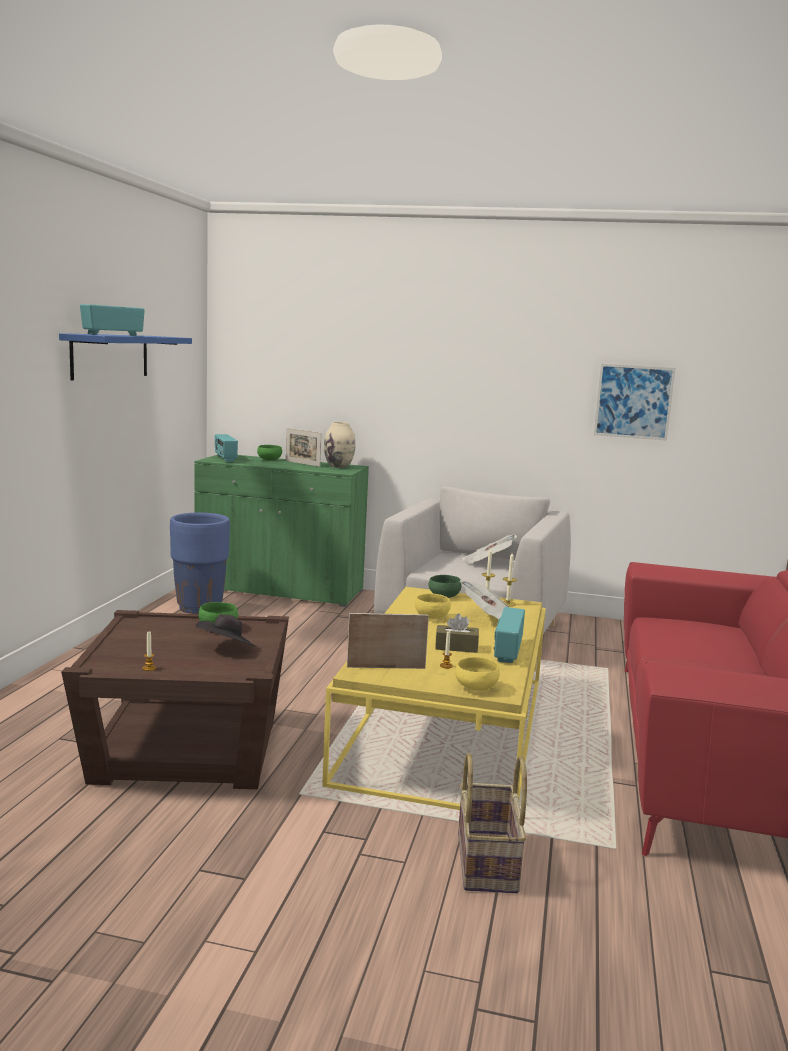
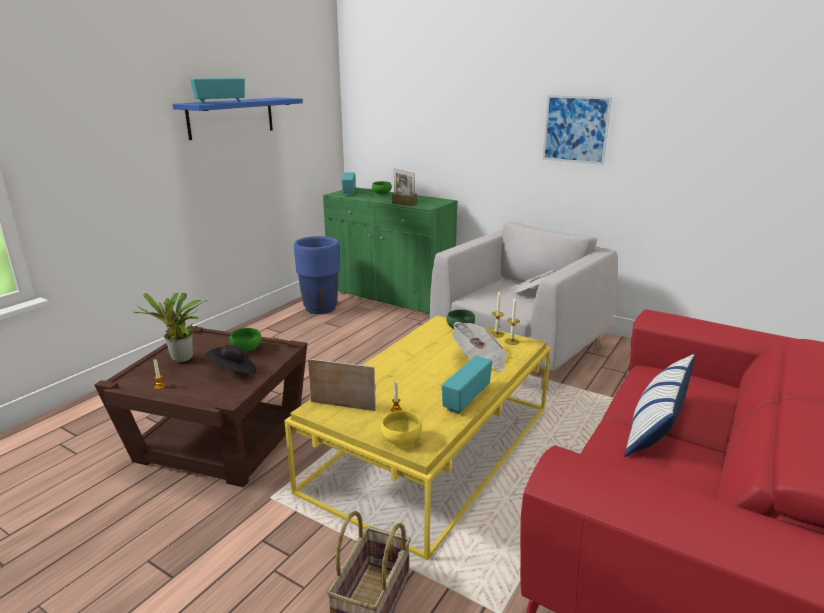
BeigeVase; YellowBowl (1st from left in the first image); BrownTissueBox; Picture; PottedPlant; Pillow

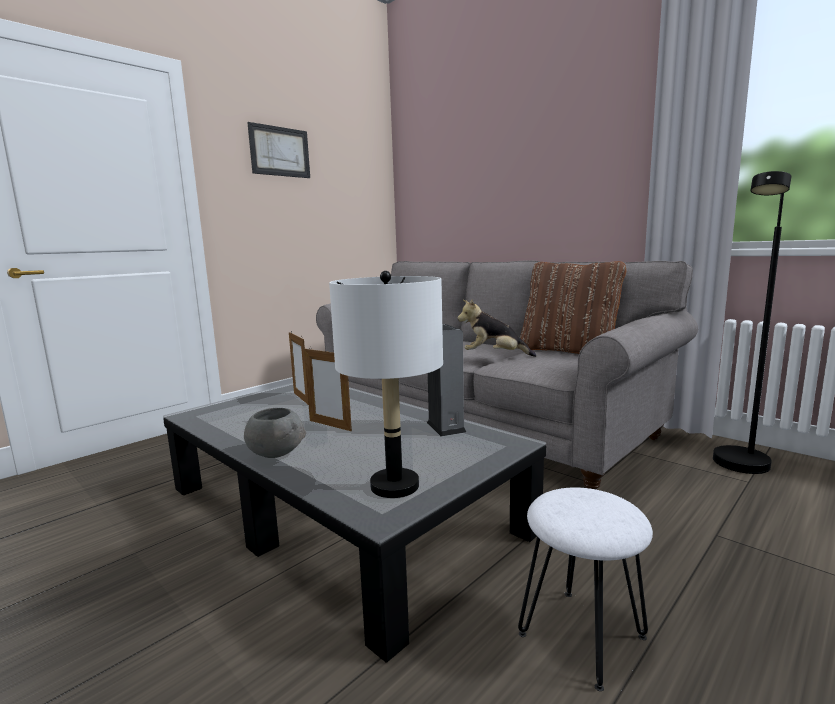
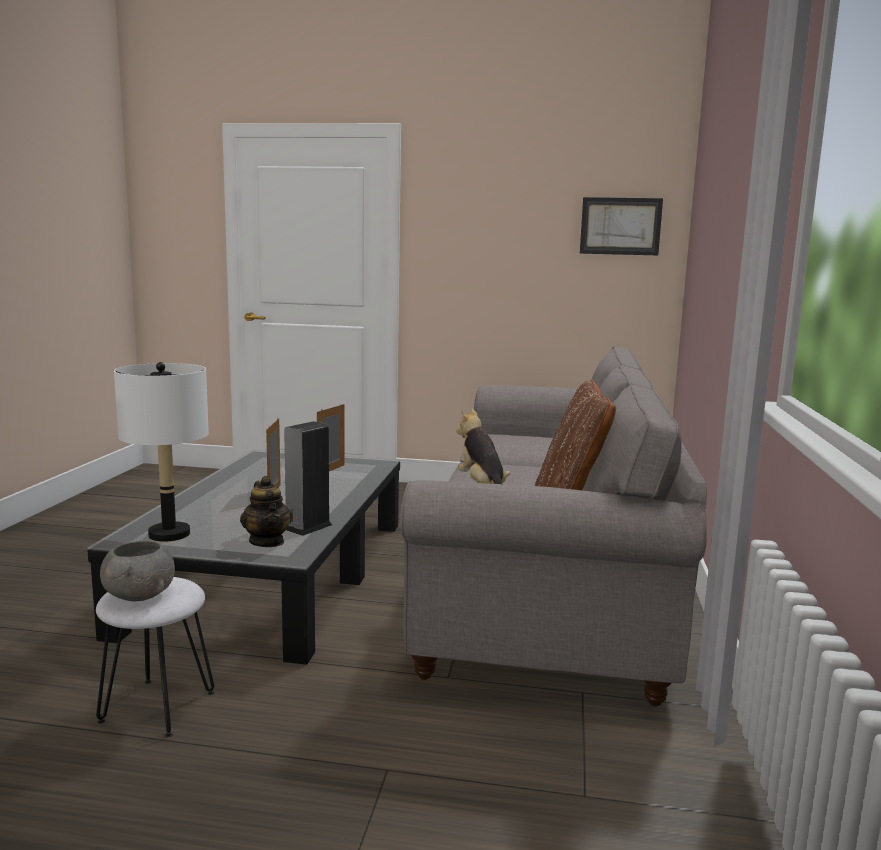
GreyBowl; Picture; BlackFloorLamp; Teapot

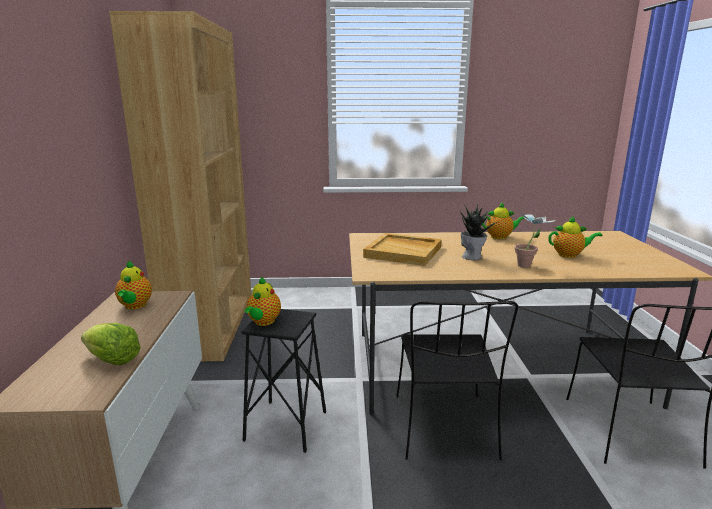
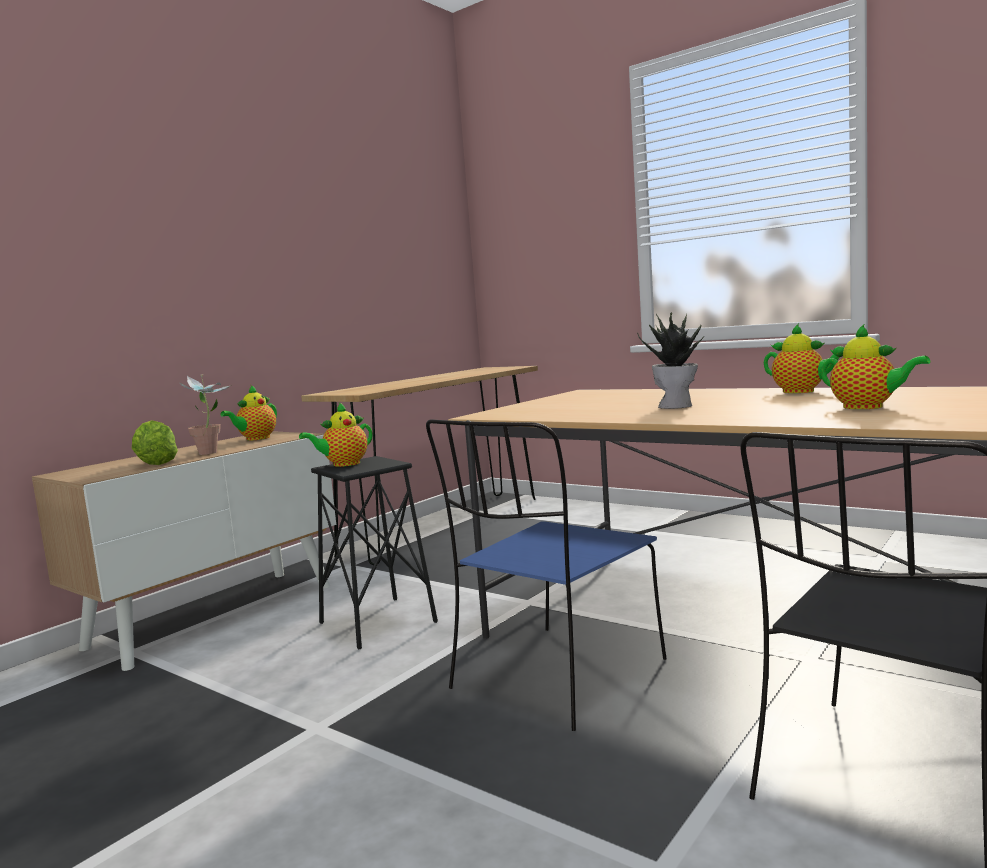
BrownConsoleTable; BeigeTray; BlueChair; PottedPlant (1st from left)

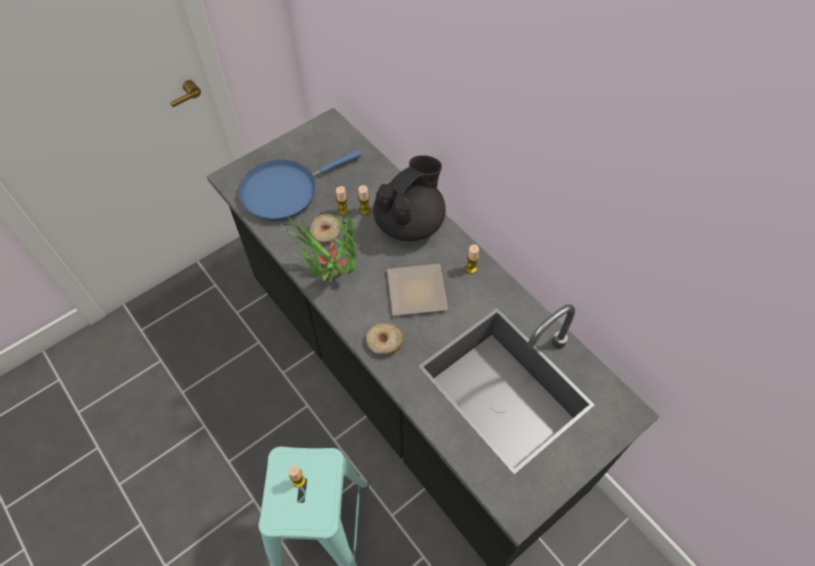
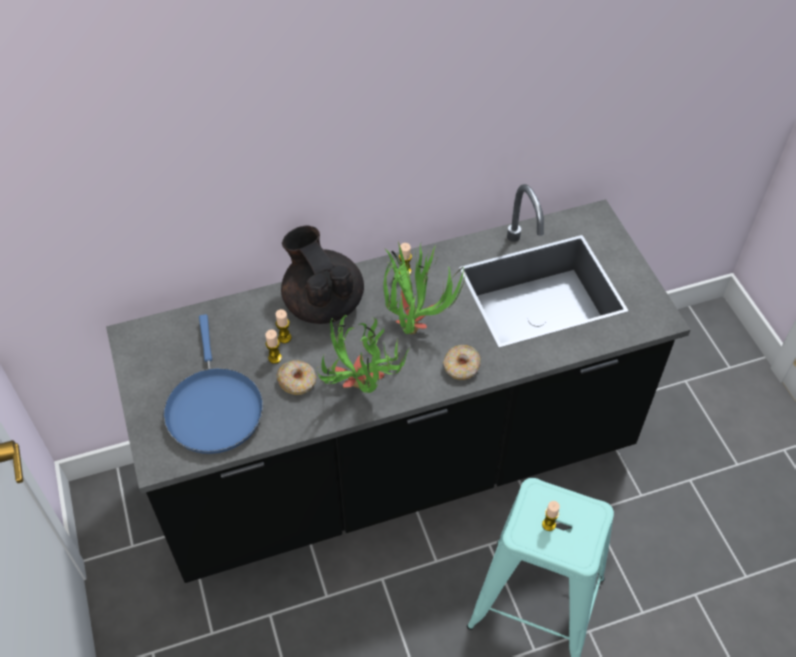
PottedPlant (2nd from left)

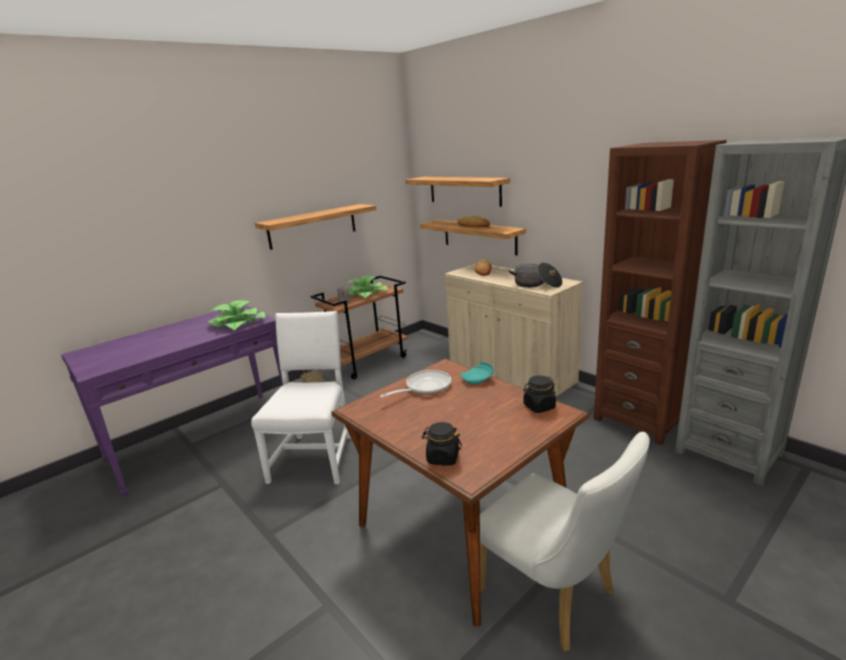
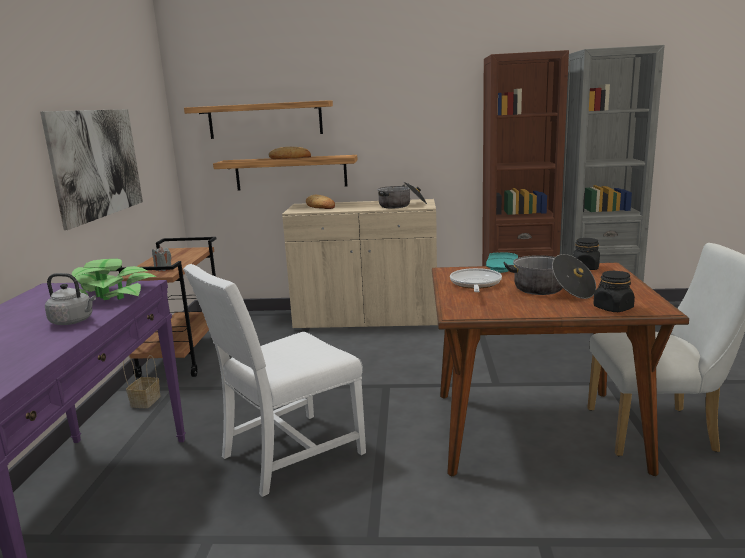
WhiteChair (1st from left); Picture; PottedPlant (2nd from left in the first image); GreyKettle; CookingPot (2nd from left)

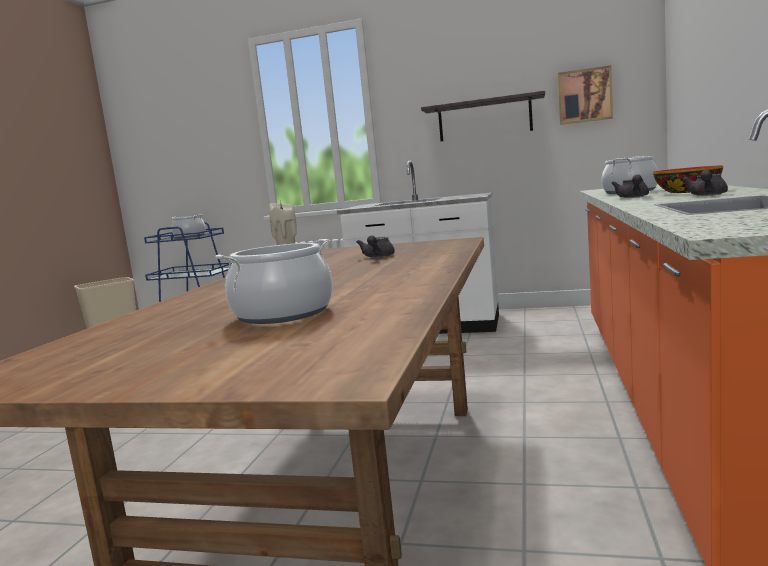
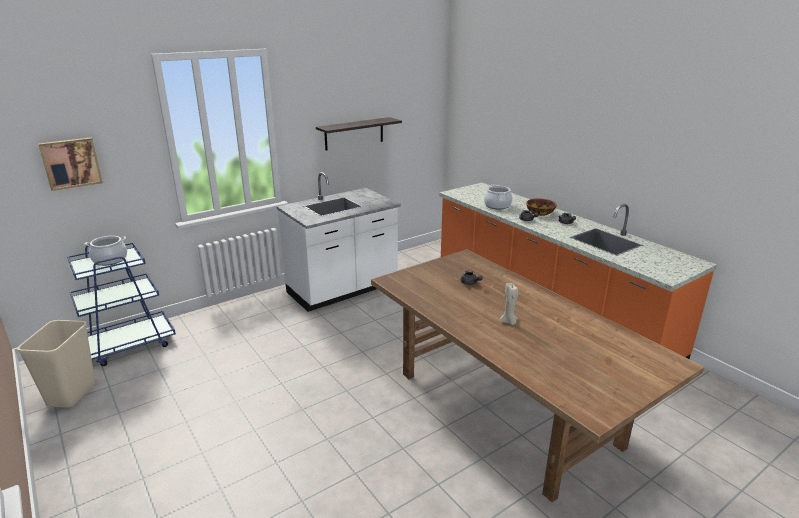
CookingPot (2nd from left in the first image); Picture

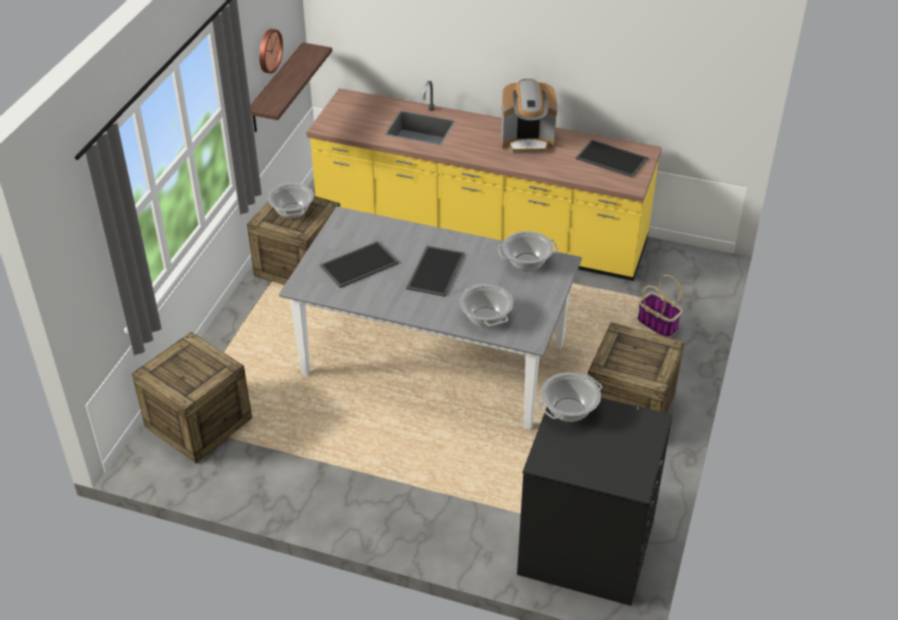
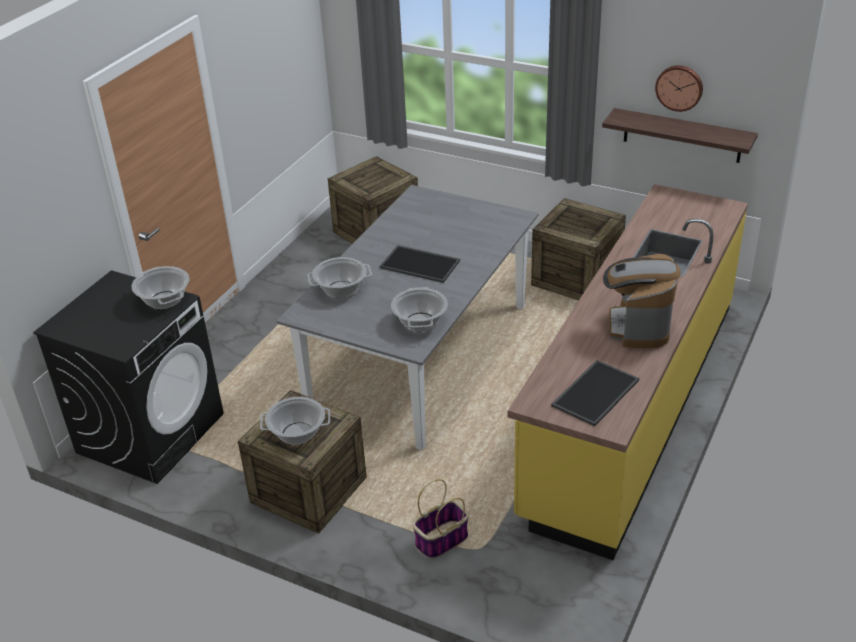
CookingPot (2nd from left); Tray (1st from left in the first image)

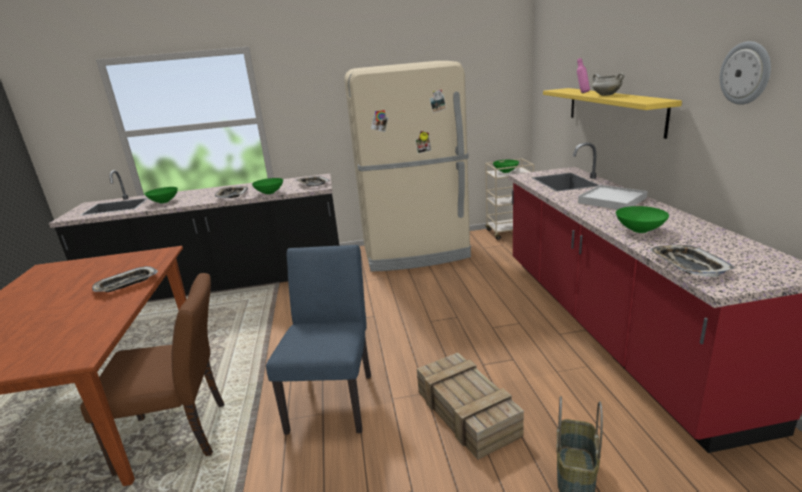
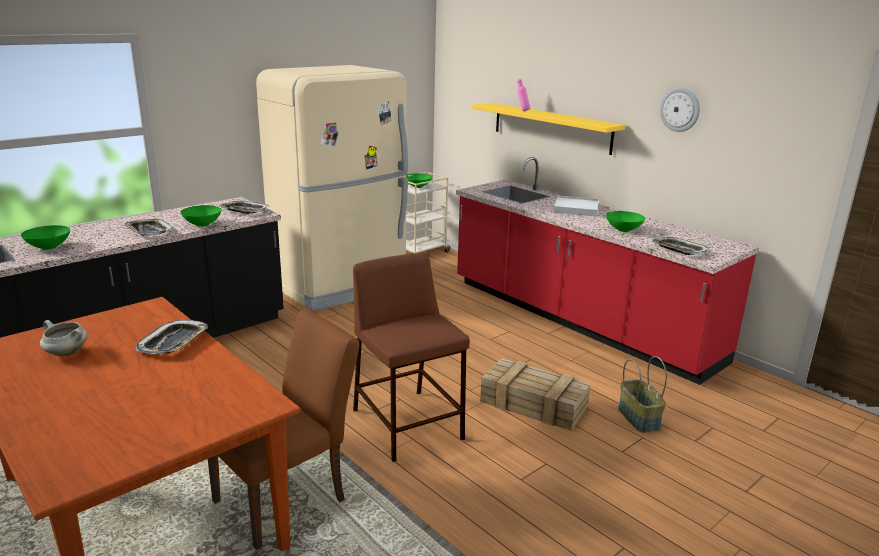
BrownStool; WhiteCookingPot

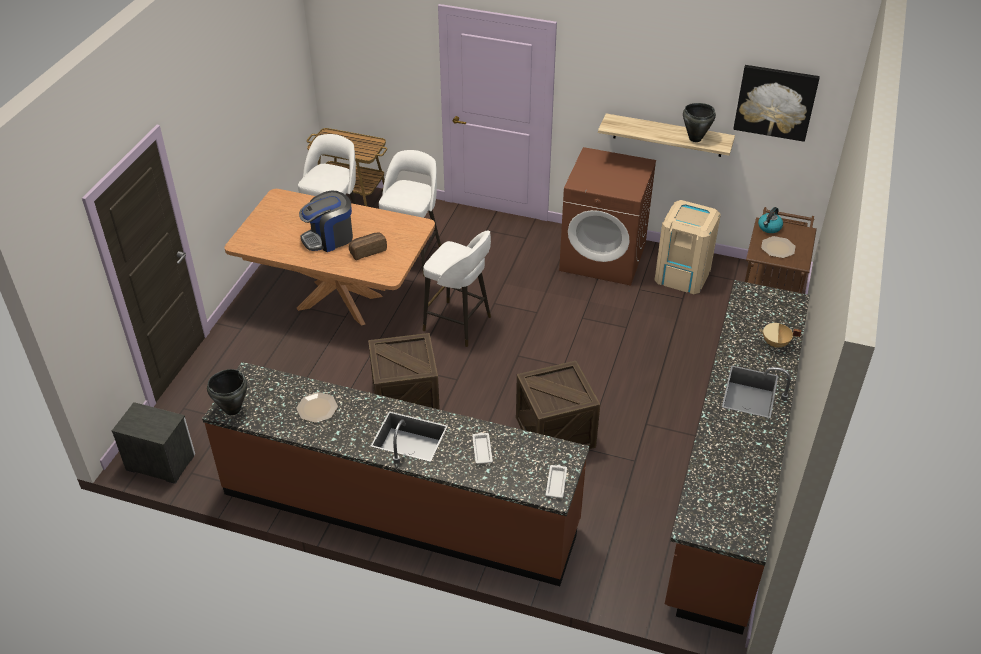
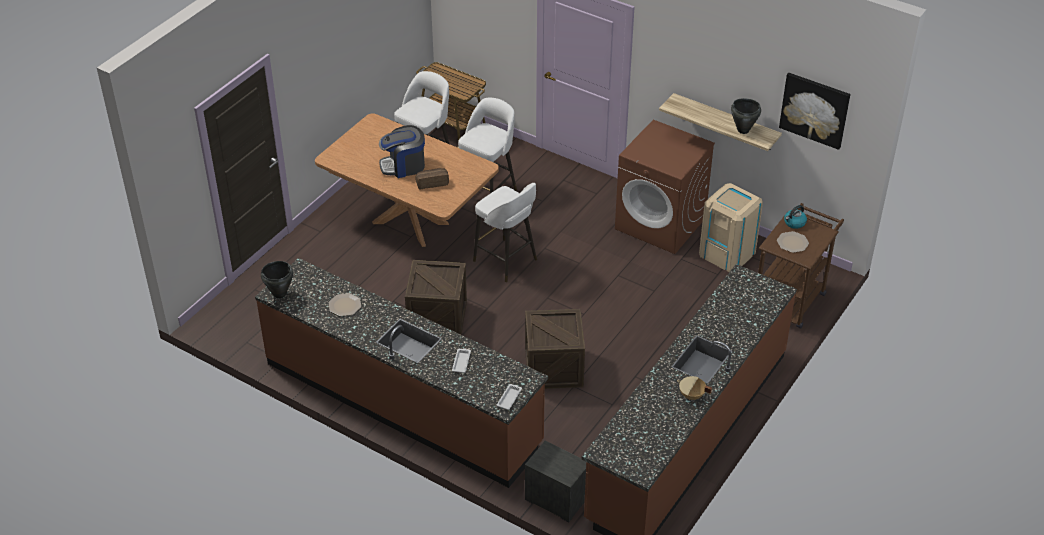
Nightstand; BeigeCookingPot

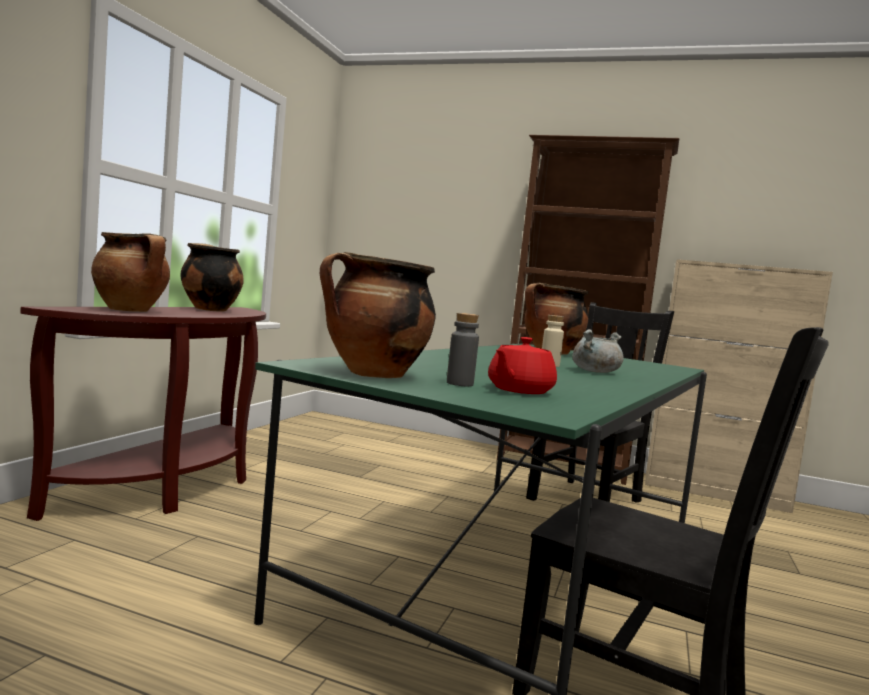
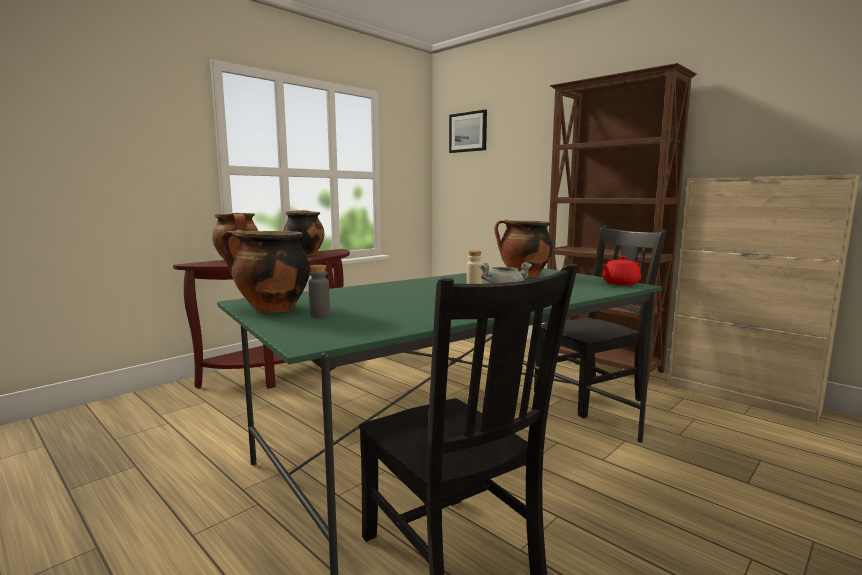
RedTeapot; Picture

